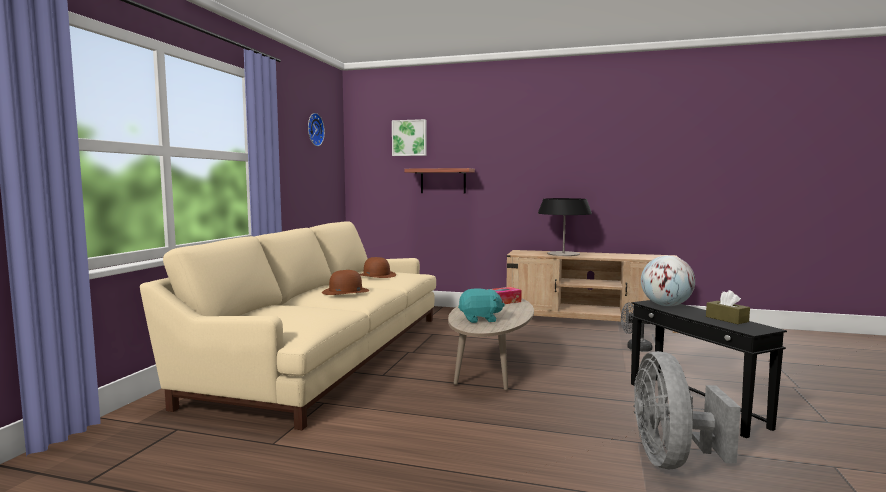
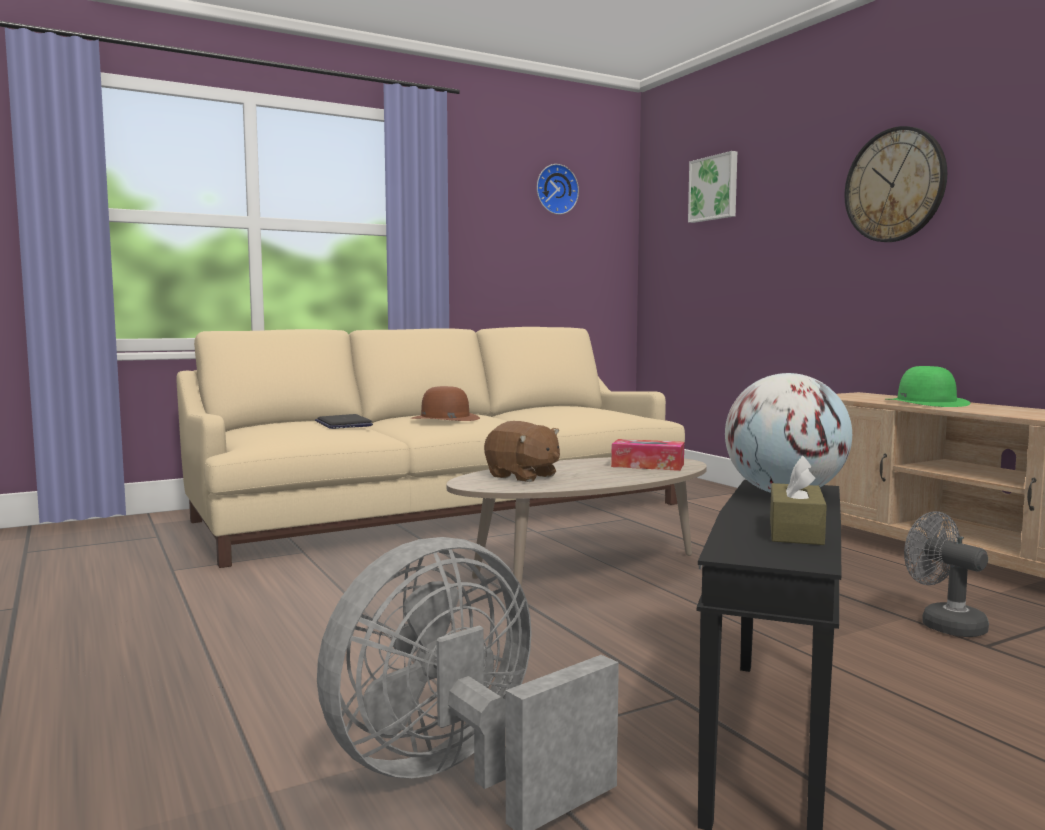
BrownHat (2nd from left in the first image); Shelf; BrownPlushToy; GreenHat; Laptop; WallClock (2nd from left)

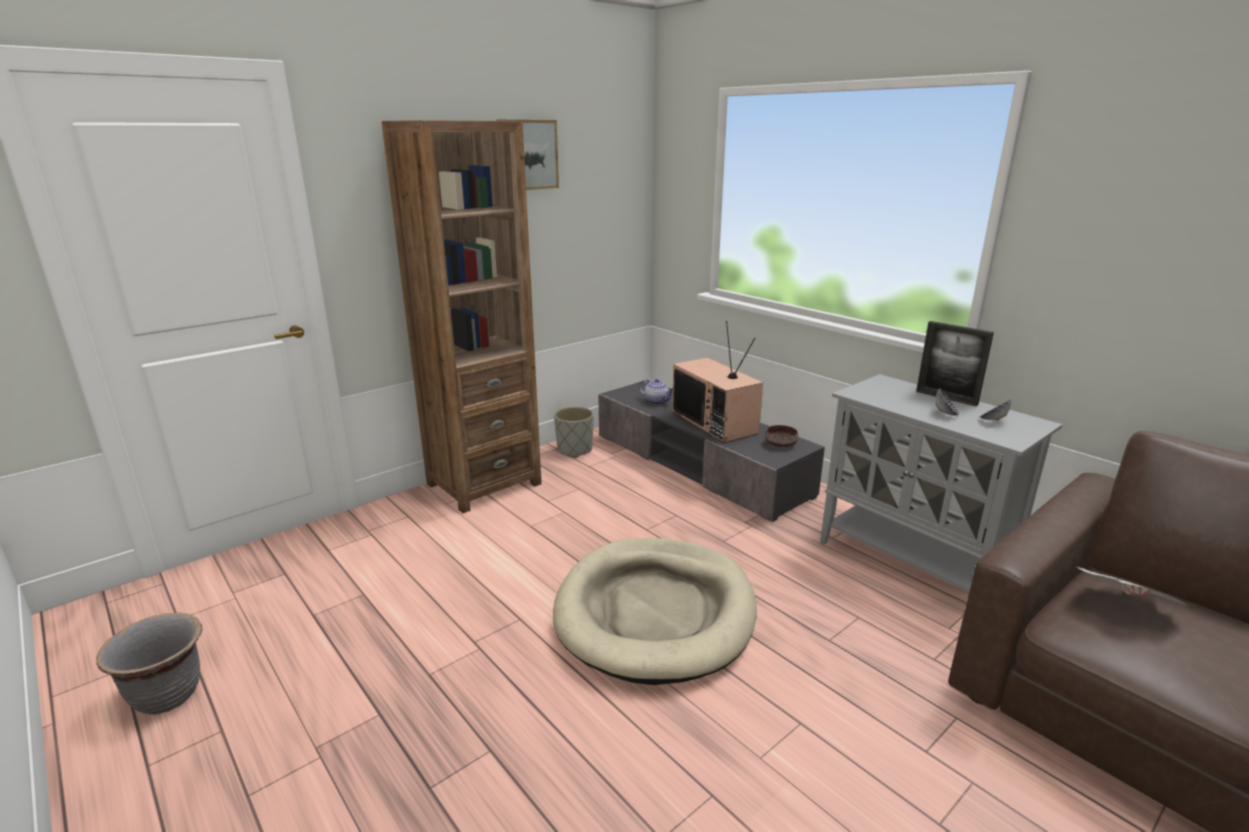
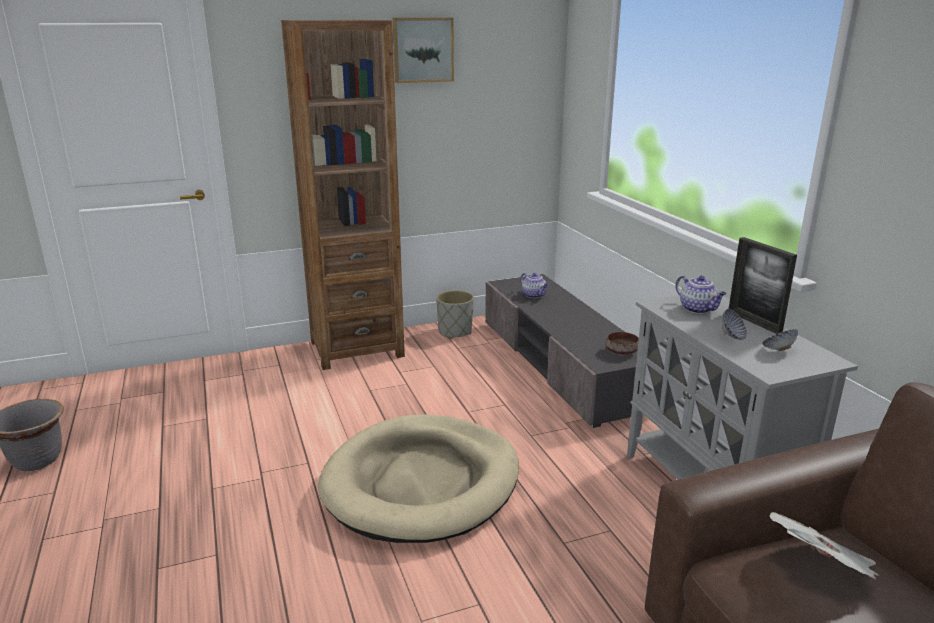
Television; Teapot (2nd from left)

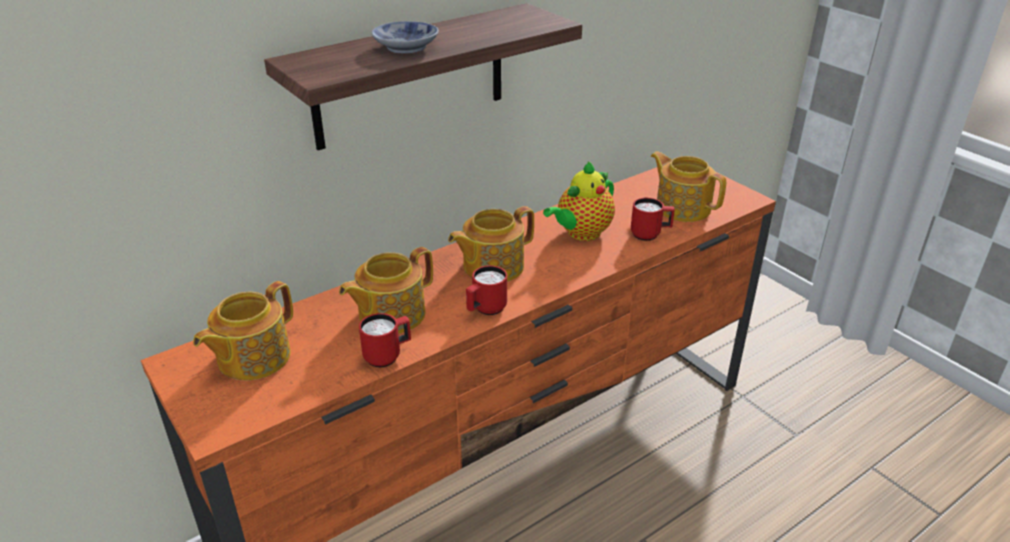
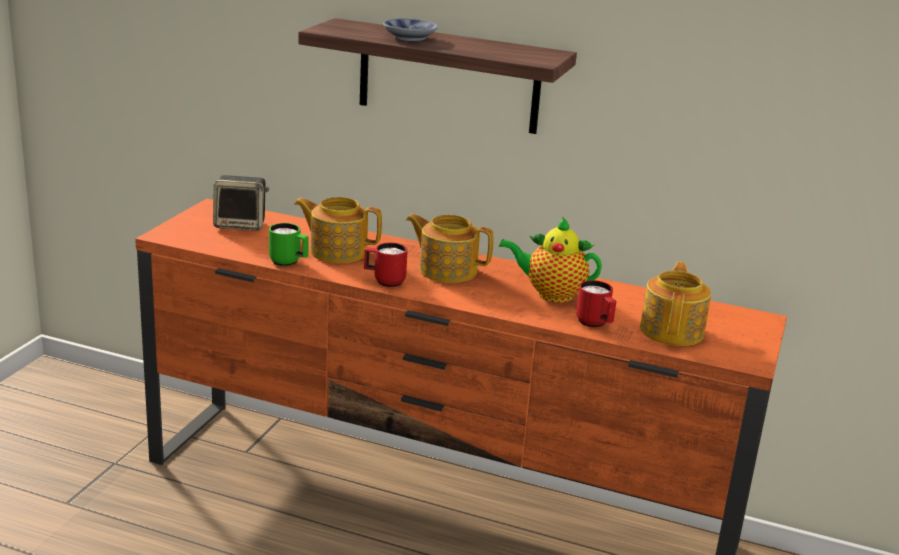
Speaker; GreenMug

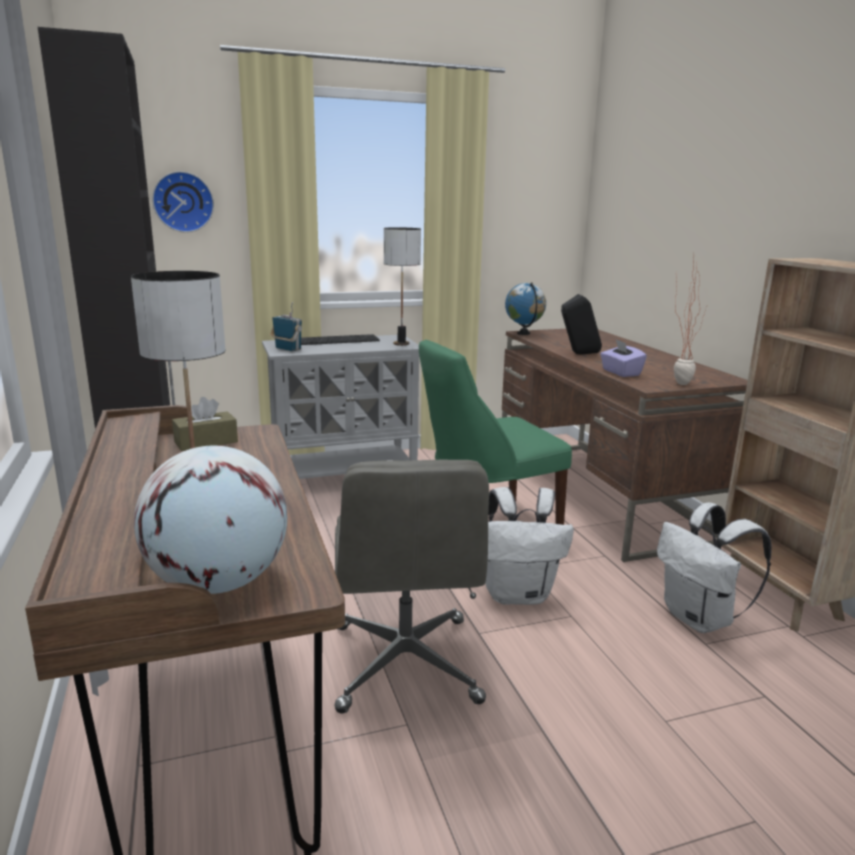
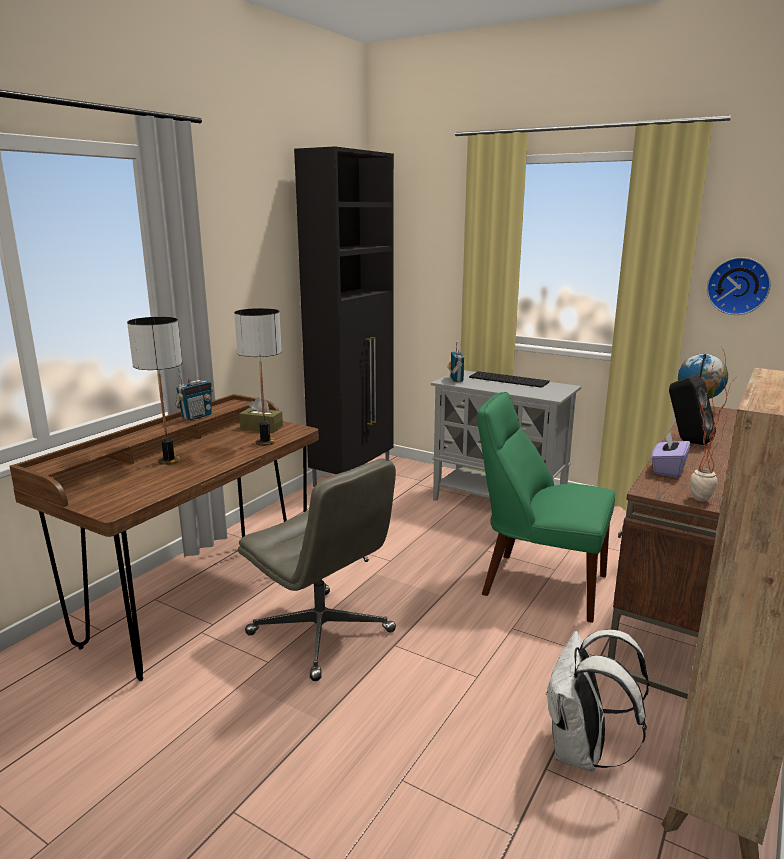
Globe (1st from left in the first image); WallClock; GreyOfficeChair; TableLamp (2nd from left); WhiteBackpack (1st from left in the first image); Radio (1st from left)

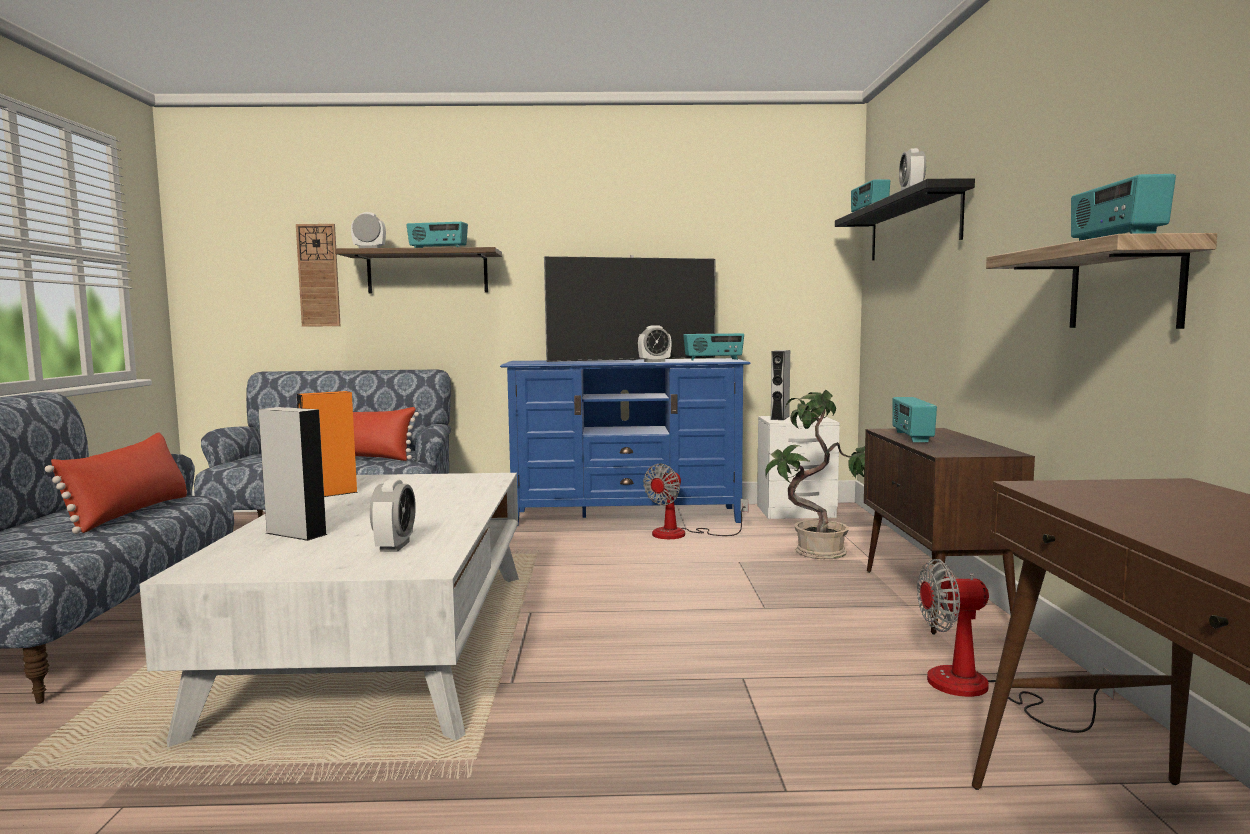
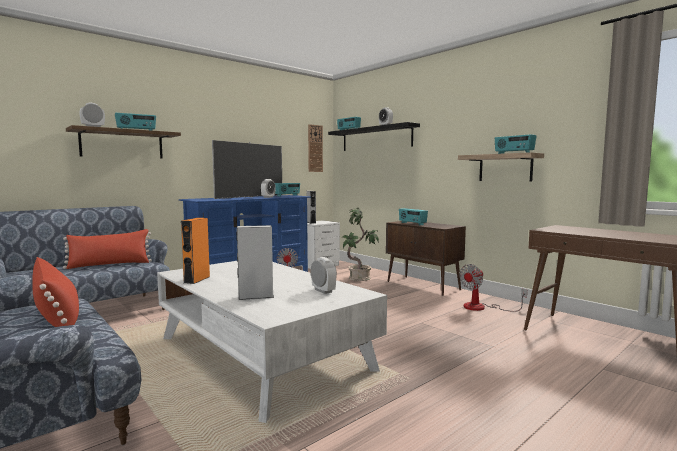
WallClock

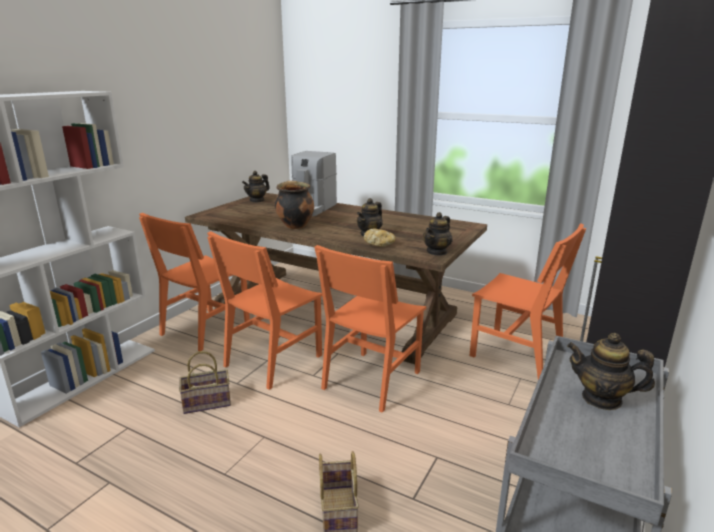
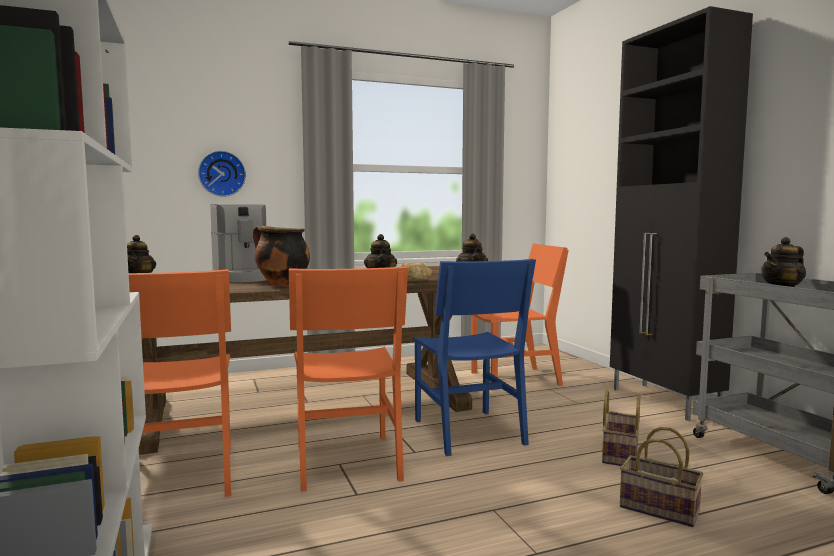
Basket (1st from left); BlueChair; WallClock

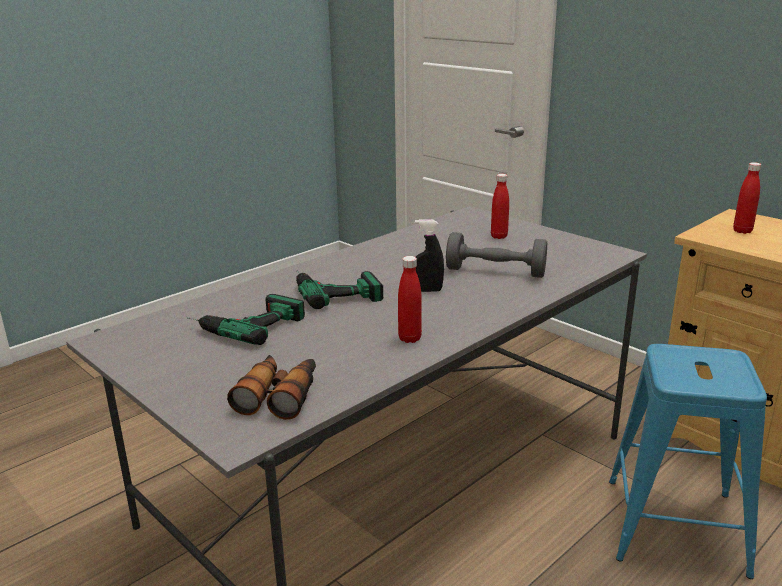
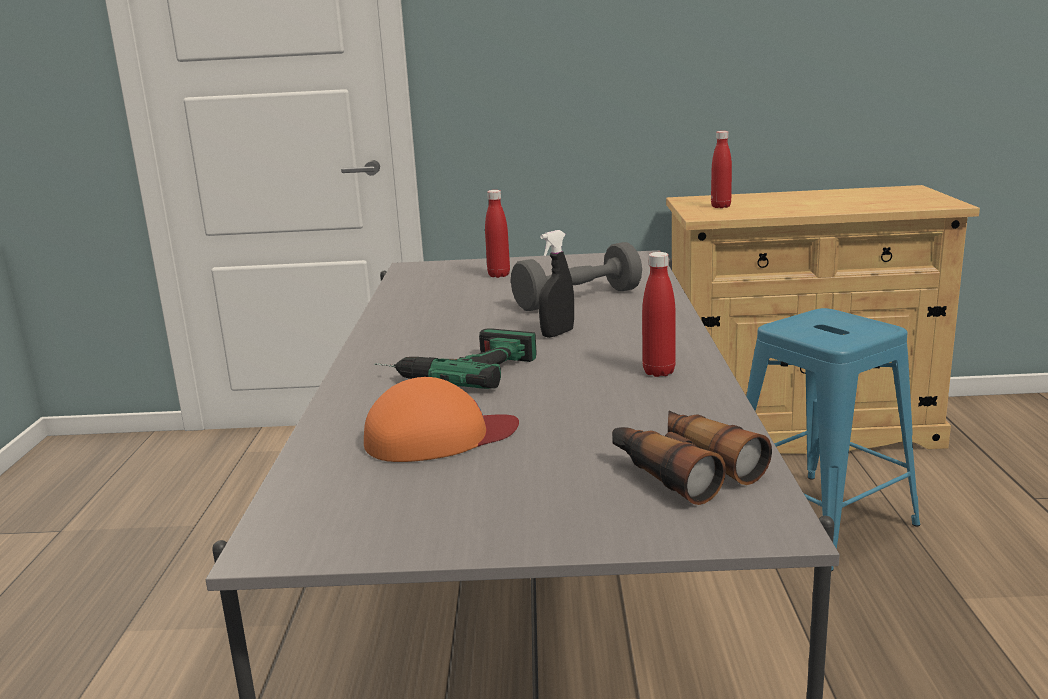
OrangeCap

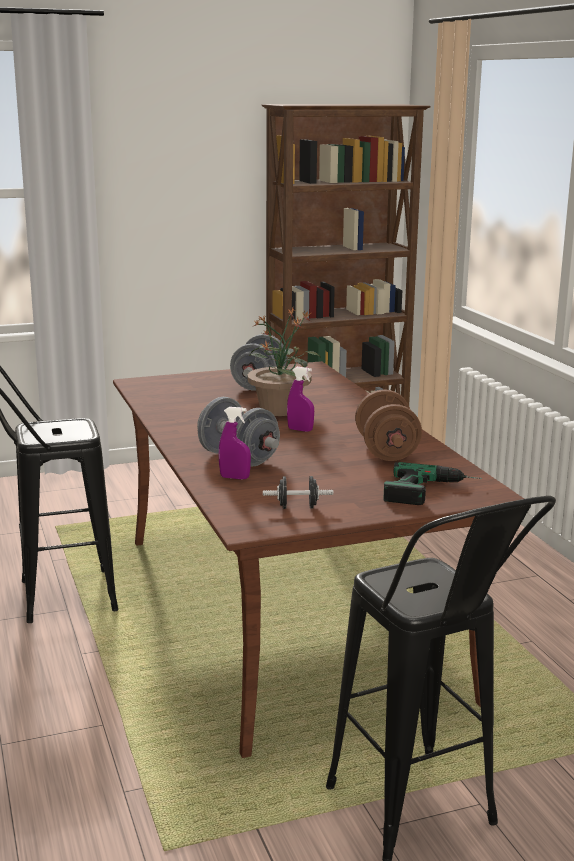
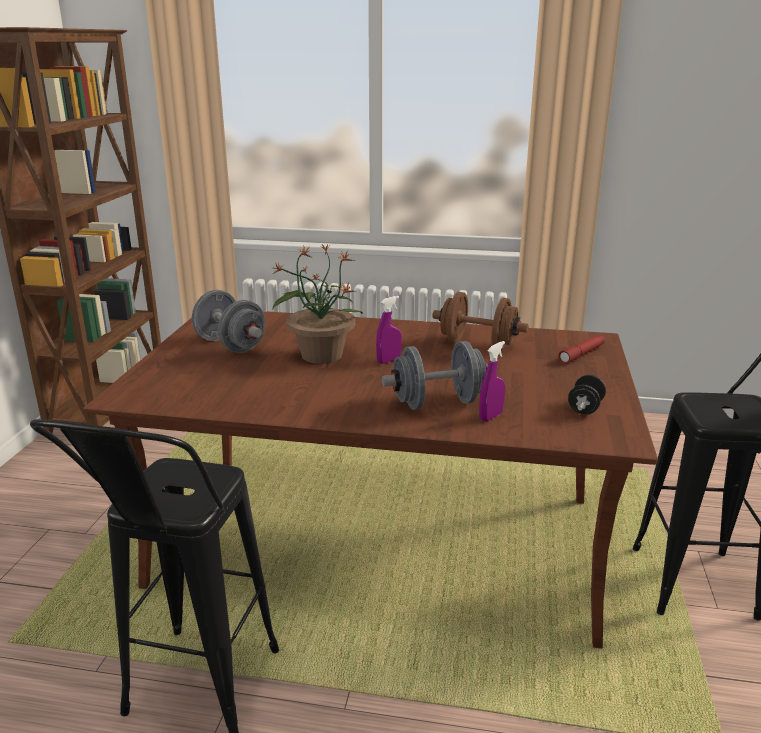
RedFlashlight

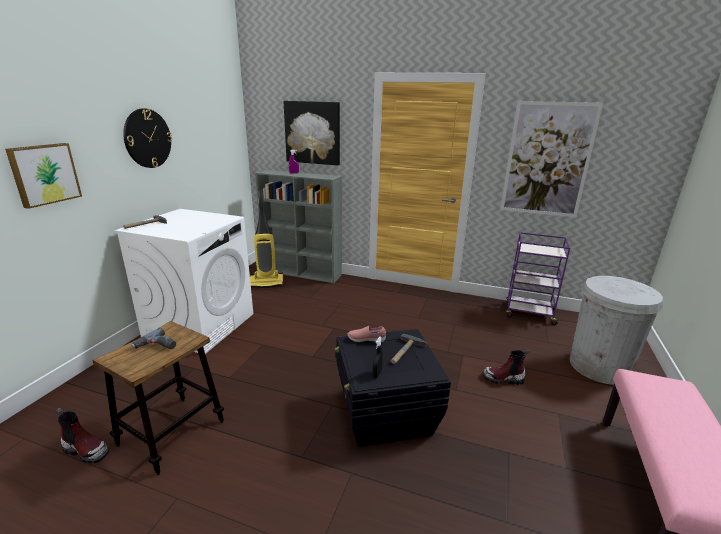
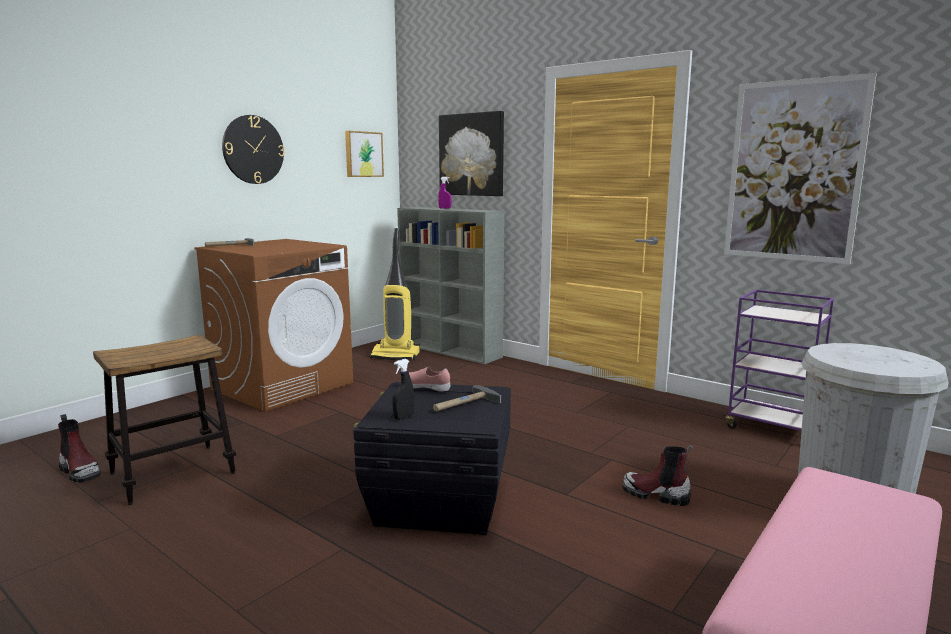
Picture (1st from left); BrownWashingMachine; PowerDrill

